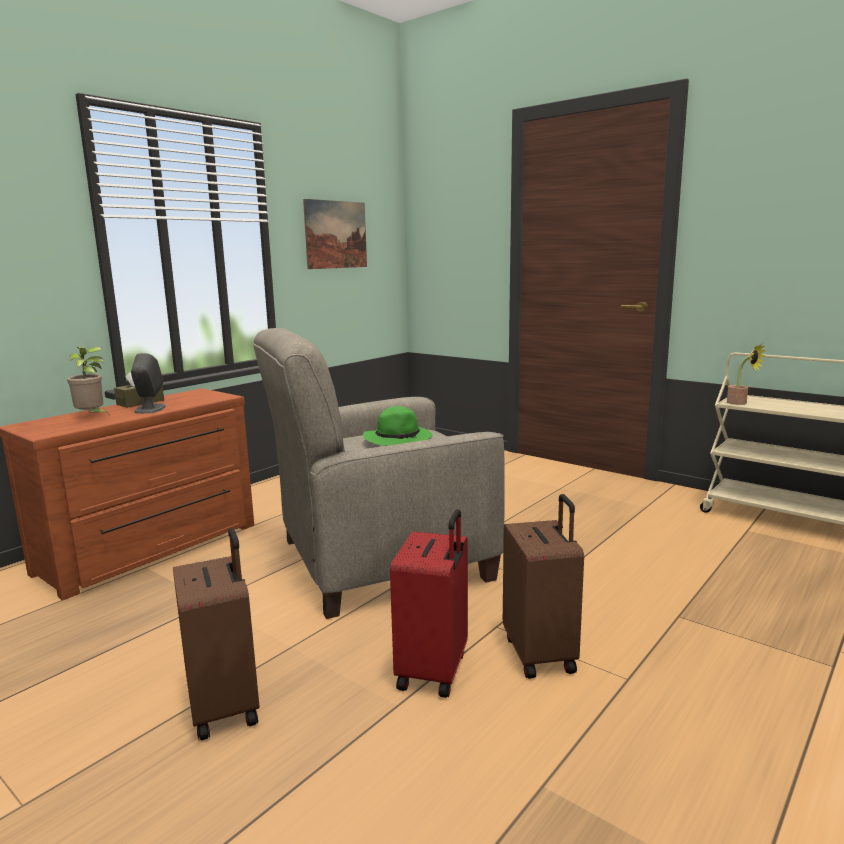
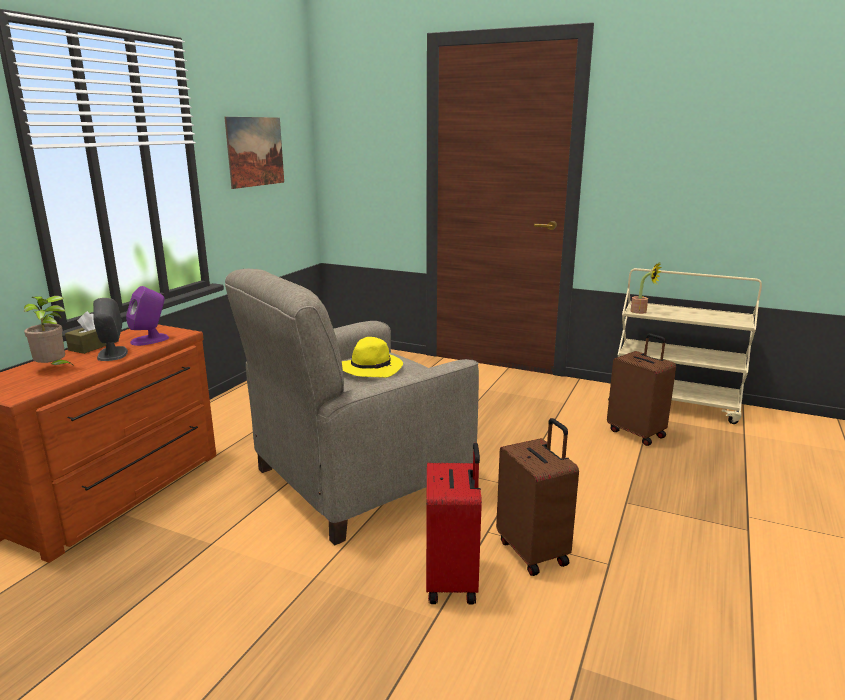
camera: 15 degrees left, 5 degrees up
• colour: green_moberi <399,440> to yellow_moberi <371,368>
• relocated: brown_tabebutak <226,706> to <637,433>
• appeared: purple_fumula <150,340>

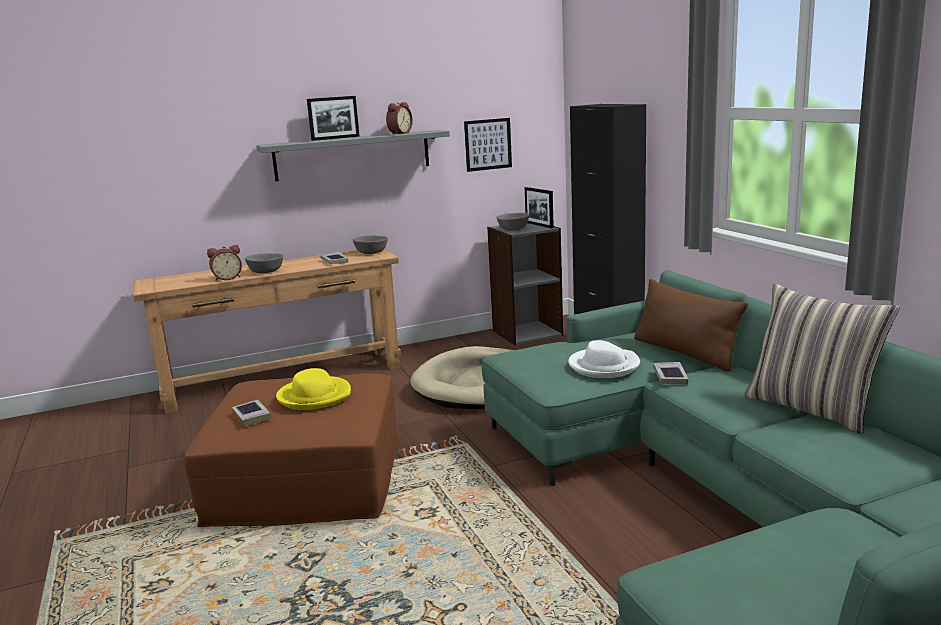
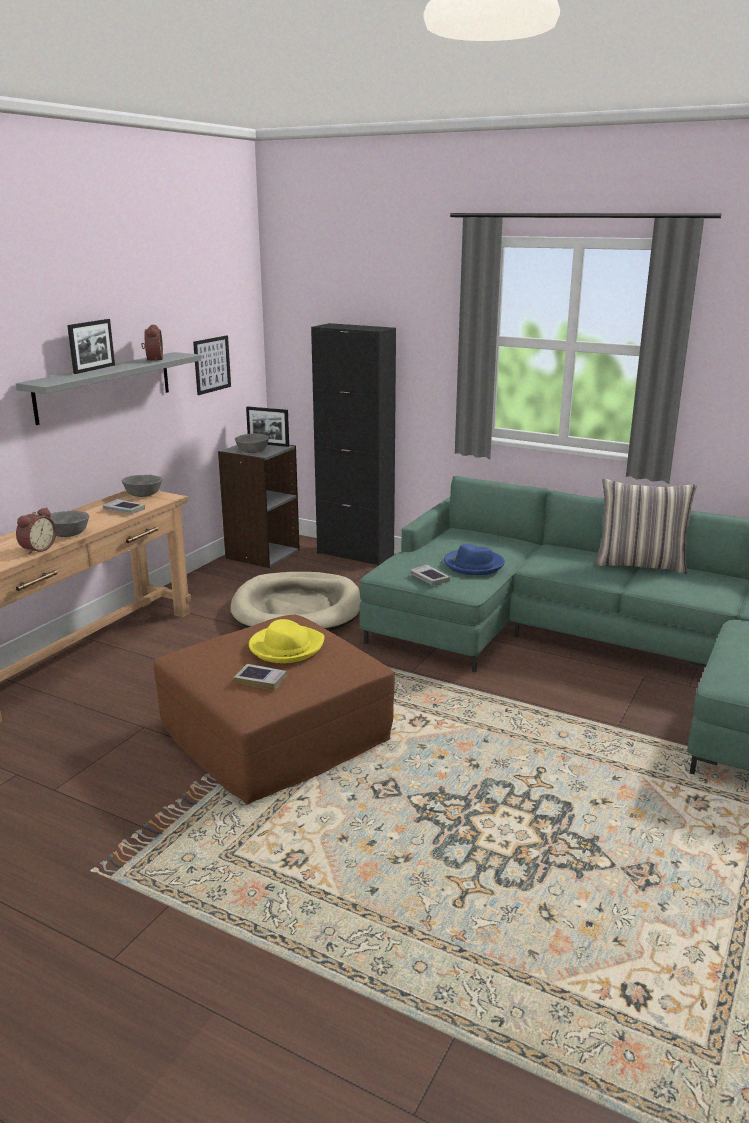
camera: 40 degrees left, 5 degrees up
• missing: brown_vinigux <685,353>
• colour: white_moberi <603,366> to blue_moberi <473,565>
• relocated: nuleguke <670,377> to <429,578>

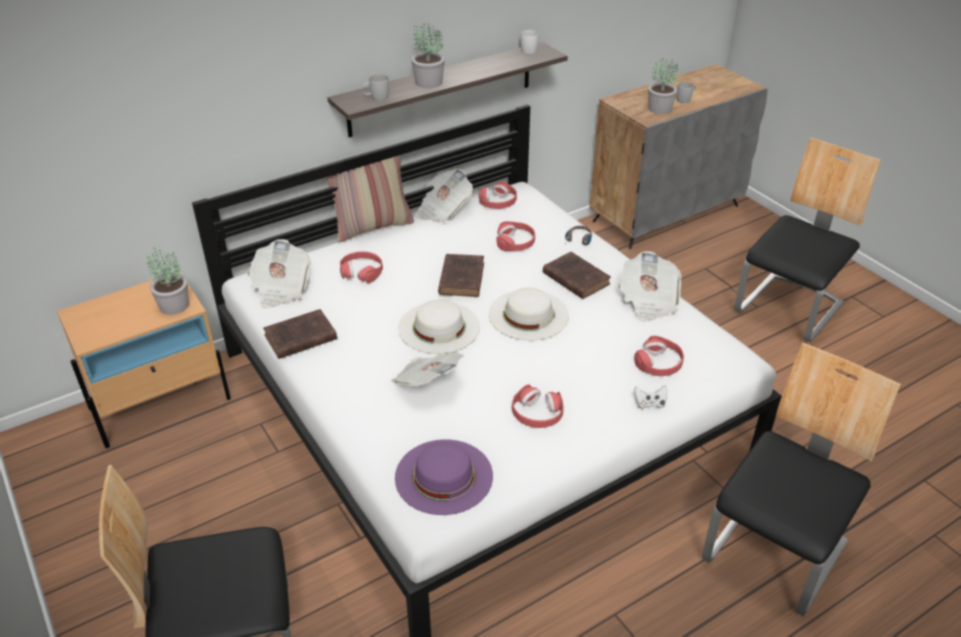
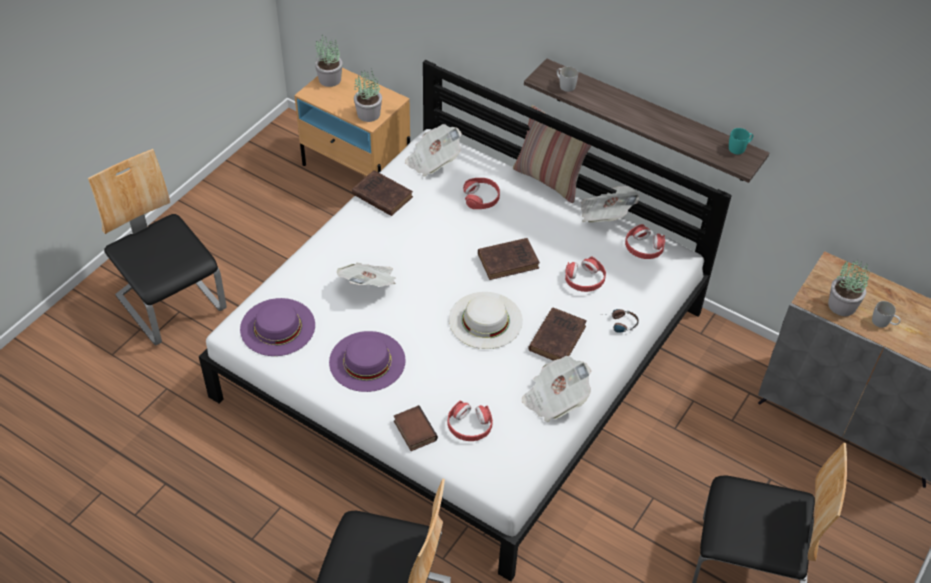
camera: 65 degrees right, 10 degrees up
• relocated: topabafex <428,82> to <329,79>
• colour: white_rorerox <528,50> to turquoise_rorerox <739,148>
• missing: white_moberi <439,327>
• exchanged: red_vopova <537,413> to purple_moberi <367,361>
• exchanged: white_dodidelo <649,404> to nuleguke <413,430>

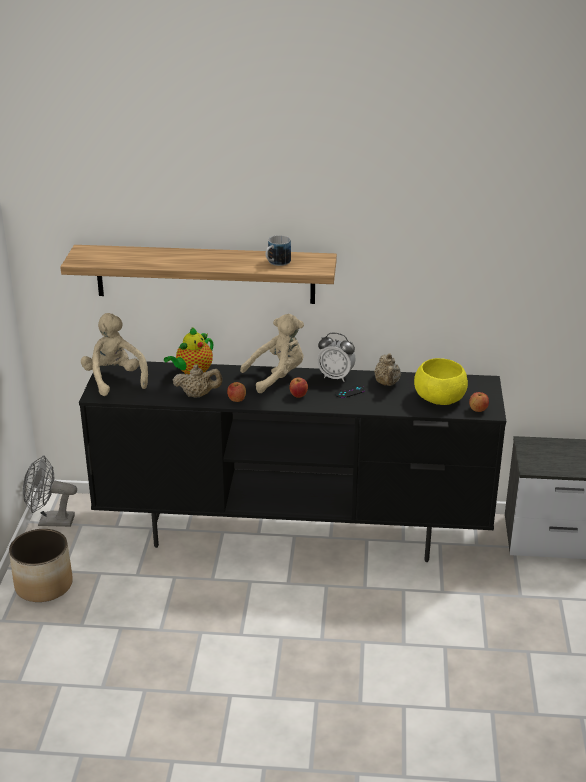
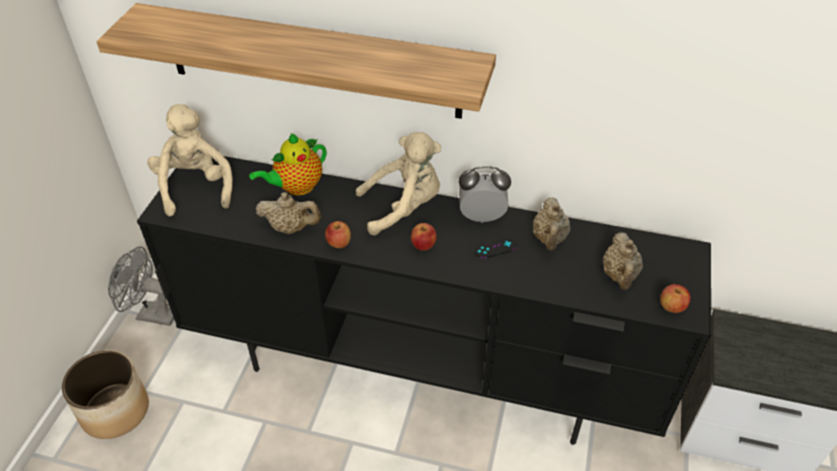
camera: 10 degrees right, 15 degrees up
• missing: rorerox <276,263>
• spun: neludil <336,377> = <481,217> 150 degrees clockwise
• exchanged: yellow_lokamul <440,398> to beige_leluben <619,276>

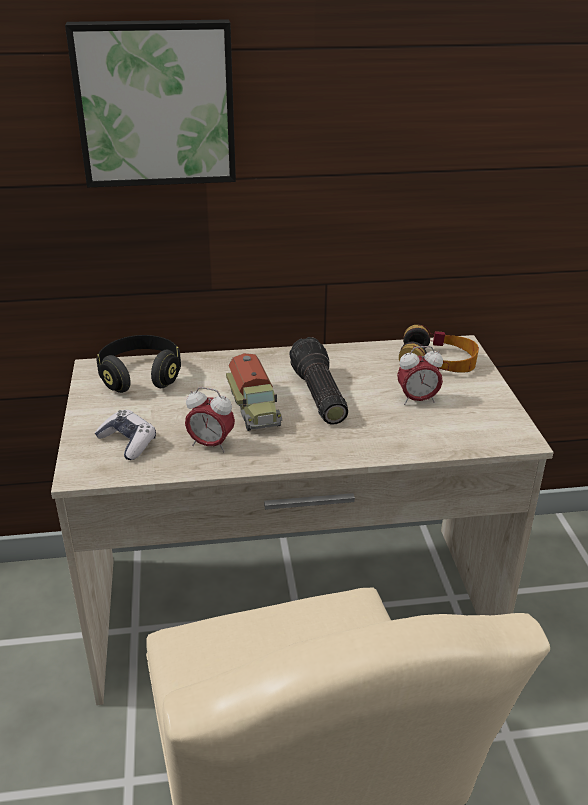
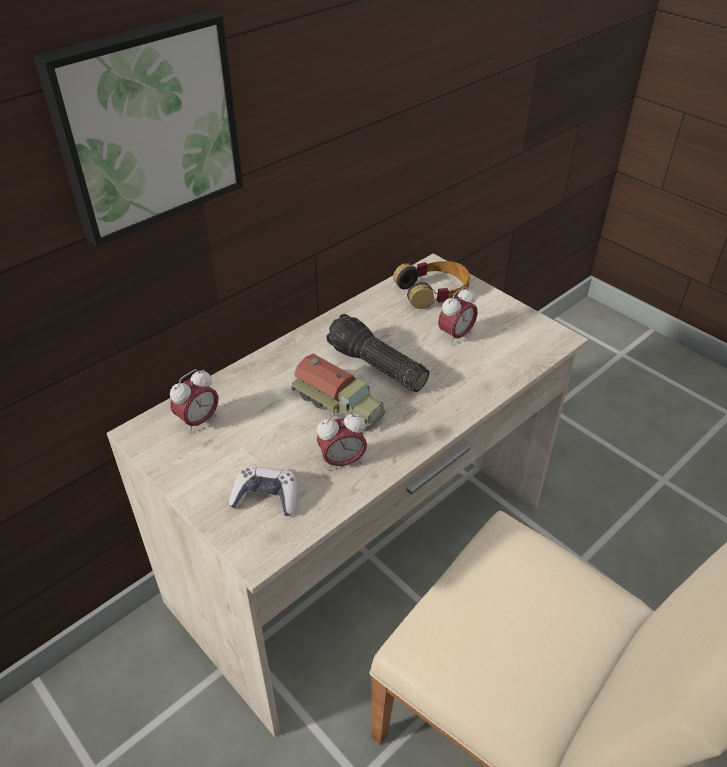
camera: 35 degrees left, 10 degrees up
• exchanged: black_vopova <141,376> to neludil <198,421>

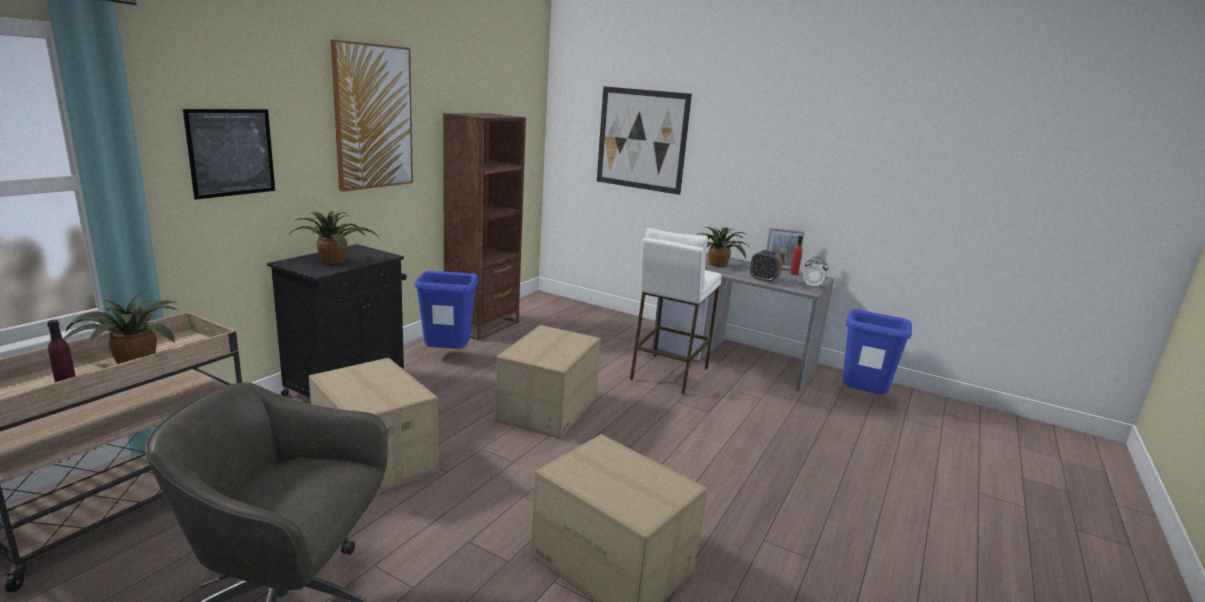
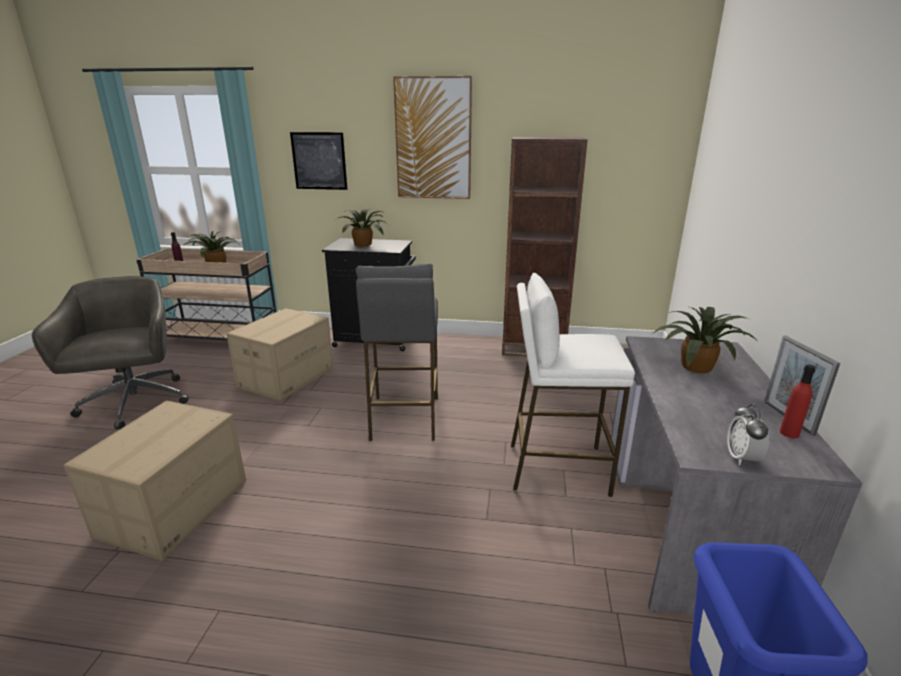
camera: 70 degrees right, 5 degrees up
• missing: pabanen <641,140>
• missing: neludil <763,279>
• missing: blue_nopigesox <448,356>
• exchanged: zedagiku <548,410> to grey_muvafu <404,418>

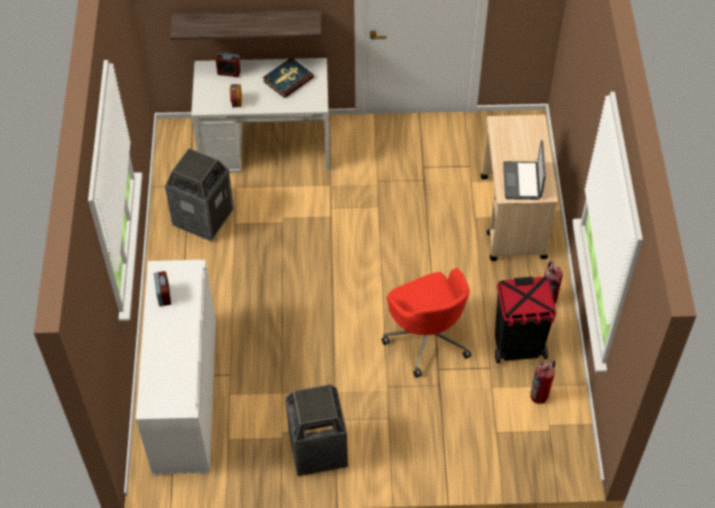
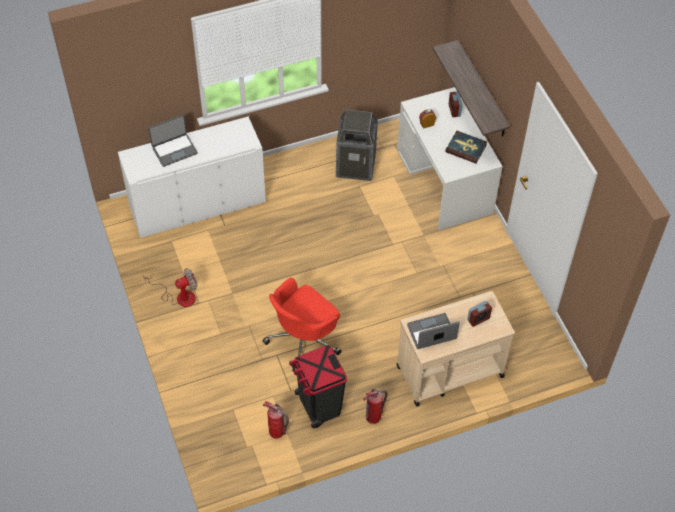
camera: 70 degrees right, 0 degrees up
• relocated: neludil <164,295> to <478,319>
• exchanged: nopigesox <317,450> to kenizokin <179,296>
• appeared: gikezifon <174,150>

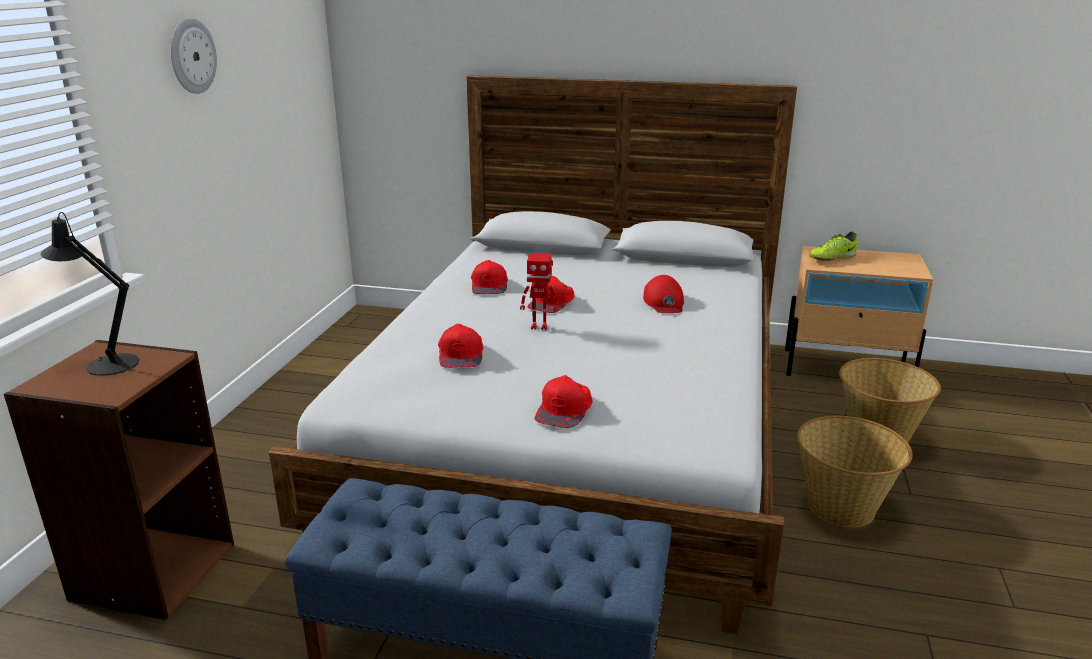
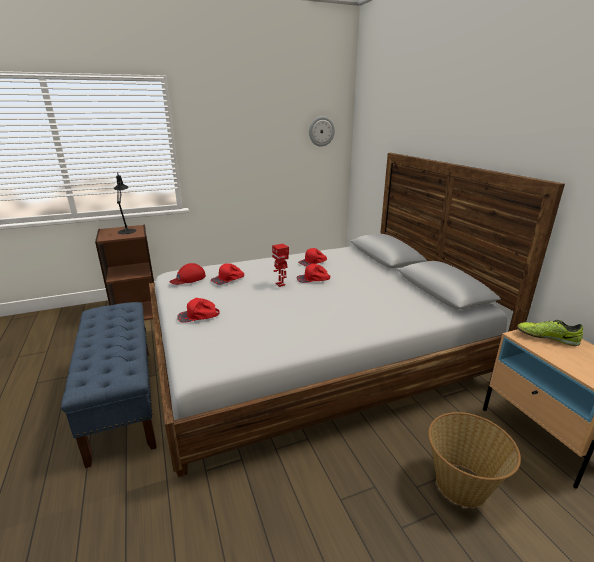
camera: 55 degrees right, 0 degrees up
• relocated: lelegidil <192,56> to <321,131>
• relocated: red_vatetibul <664,302> to <188,278>
• missing: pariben <842,507>

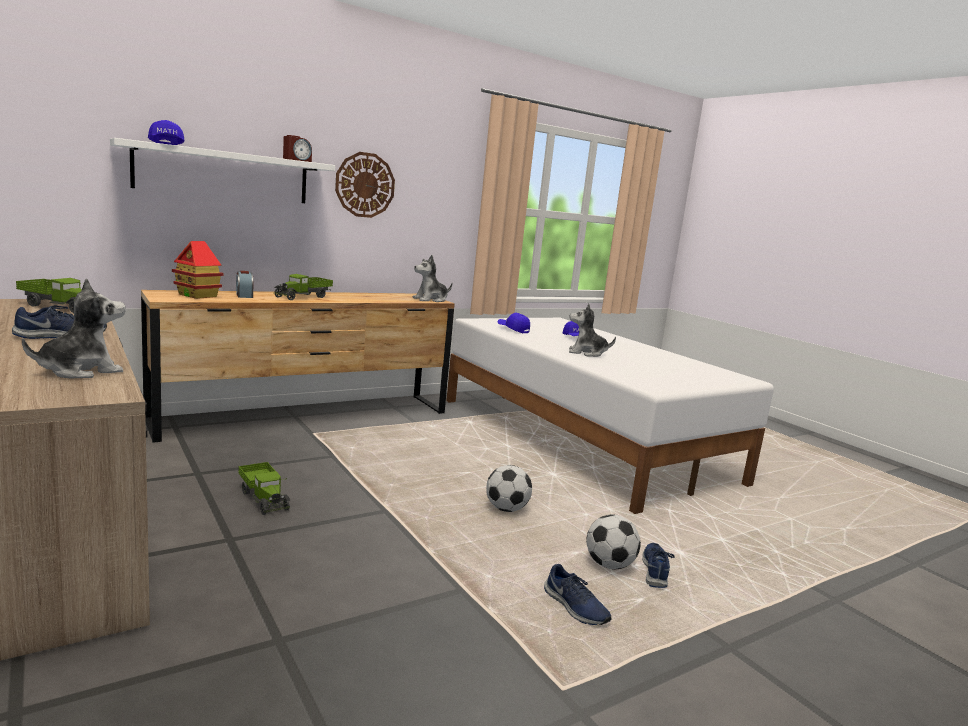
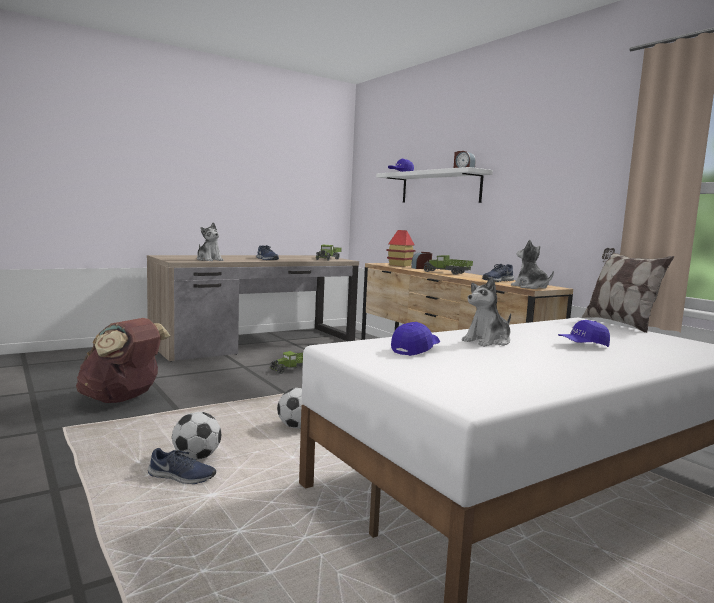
camera: 90 degrees right, 5 degrees down
• missing: lelegidil <365,185>
• spun: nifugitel <586,353> = <488,341> 135 degrees counterclockwise
• relocated: blue_vatetibul <513,330> to <415,350>
• relocated: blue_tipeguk <574,607> to <497,281>
• appeared: vinigux <619,324>
• appeared: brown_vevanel <122,399>

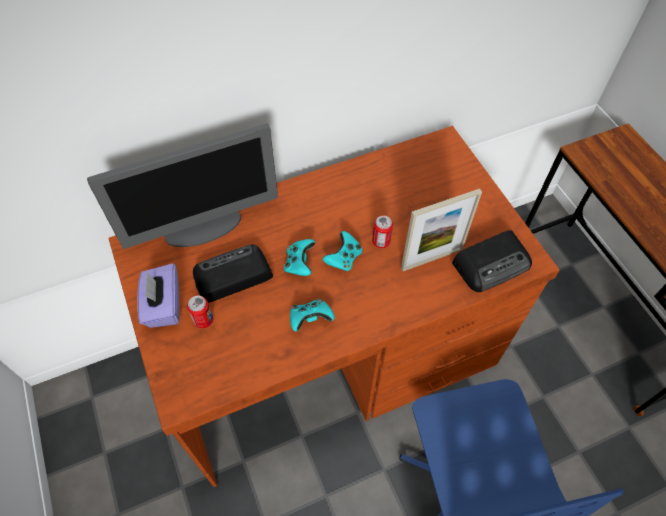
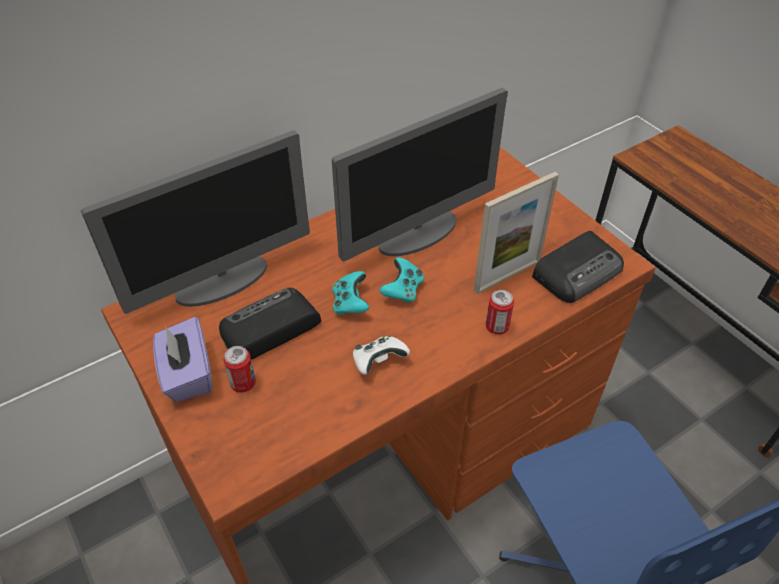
camera: 10 degrees left, 10 degrees down
• relocated: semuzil <381,242> to <497,327>
• colour: turquoise_dodidelo <310,319> to white_dodidelo <378,362>
• appeared: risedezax <418,233>

